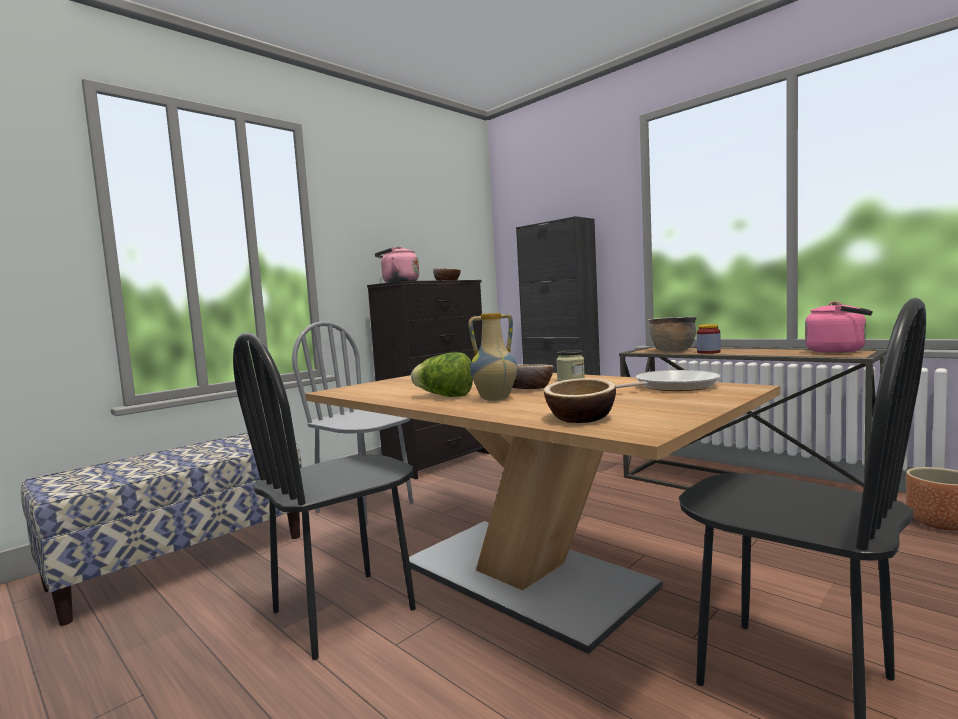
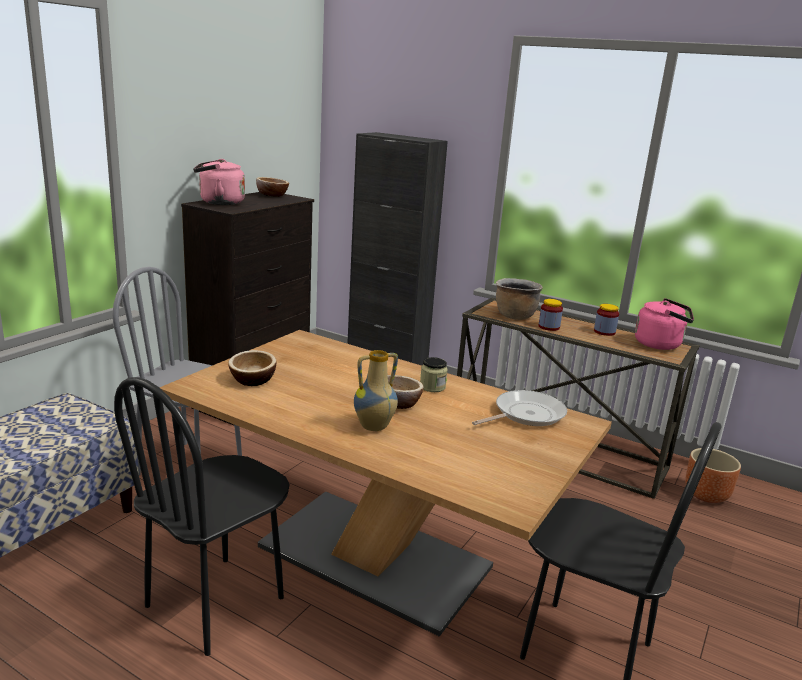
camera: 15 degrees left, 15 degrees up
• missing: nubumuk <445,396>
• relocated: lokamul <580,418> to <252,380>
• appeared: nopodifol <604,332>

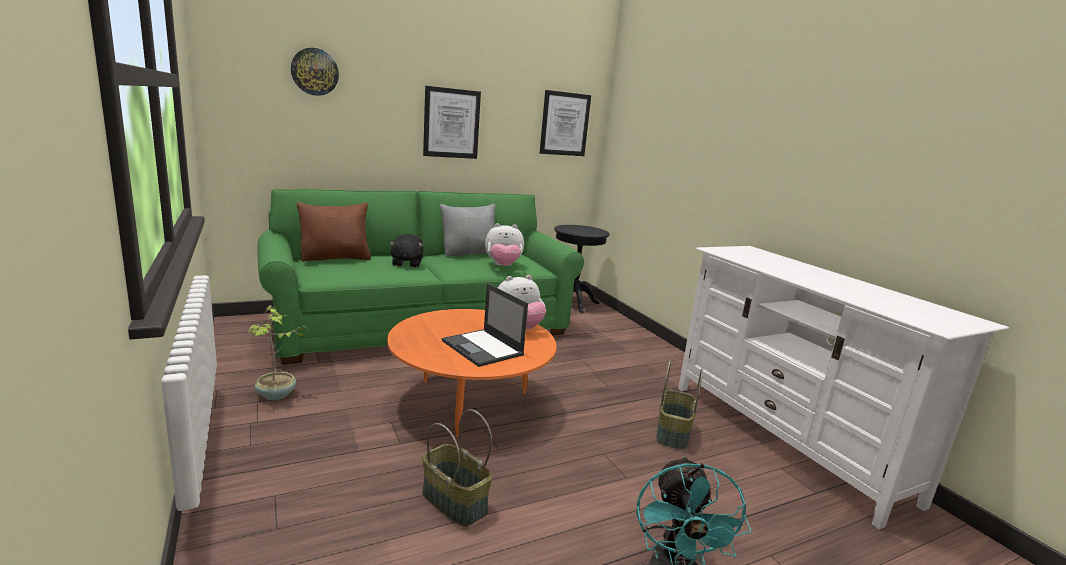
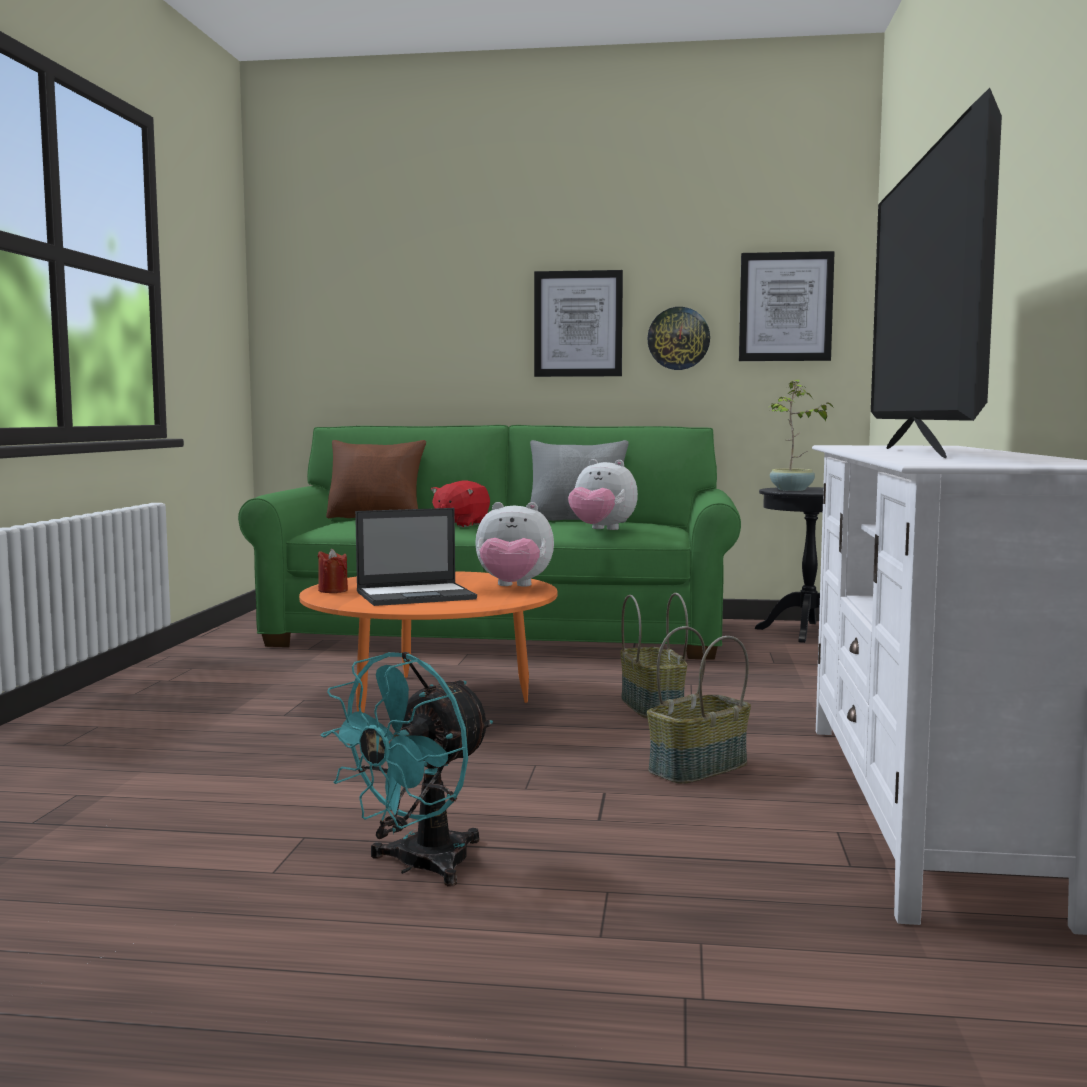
camera: 35 degrees right, 10 degrees down
• relocated: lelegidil <314,72> to <678,338>
• colour: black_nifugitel <406,263> to red_nifugitel <460,524>
• spun: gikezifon <483,348> = <417,595> 105 degrees counterclockwise
• relocated: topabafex <276,395> to <792,490>
• relocated: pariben <453,502> to <650,707>
• appeared: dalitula <917,453>
• appeared: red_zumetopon <333,590>

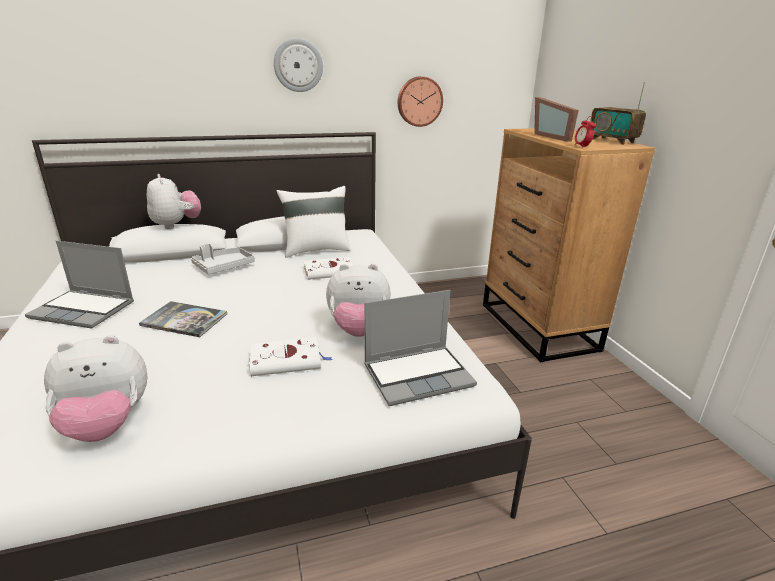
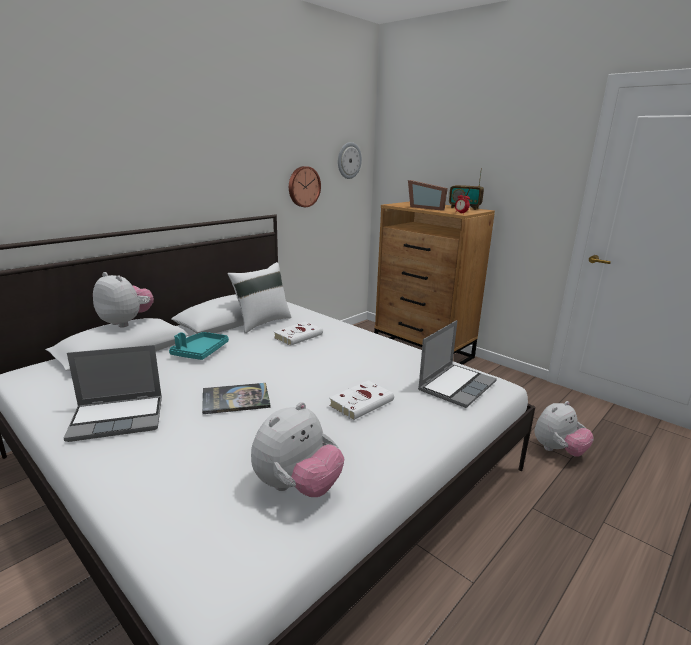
camera: 30 degrees left, 5 degrees down
• relocated: lelegidil <298,65> to <348,160>
• colour: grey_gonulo <223,267> to turquoise_gonulo <200,352>
• relocated: nifugitel <358,330> to <558,450>

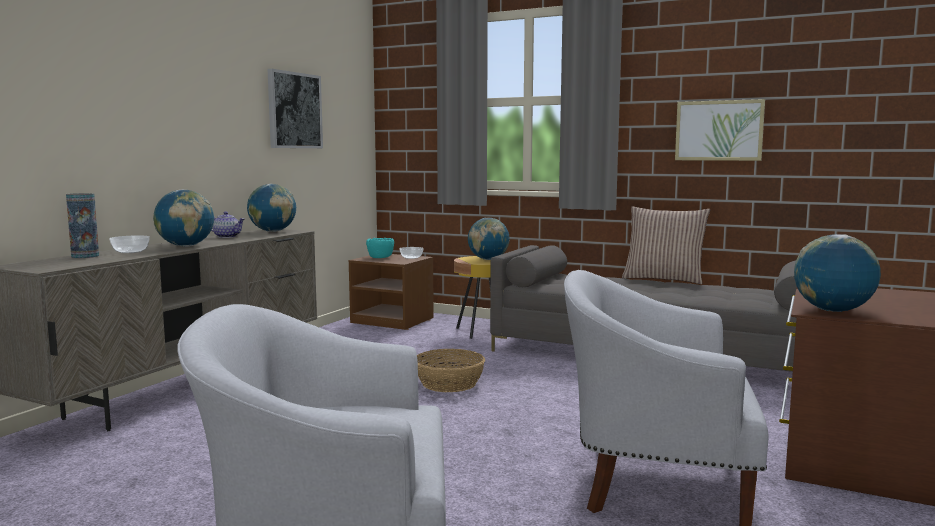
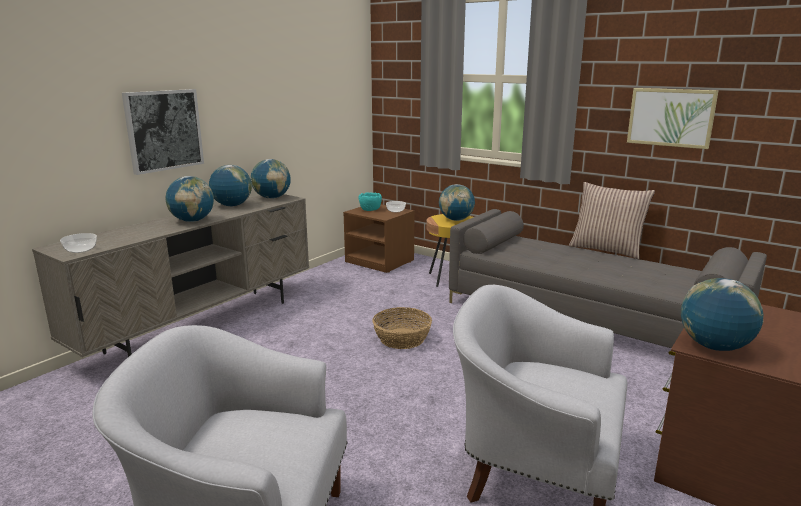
camera: 10 degrees right, 10 degrees up
• relocated: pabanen <294,110> to <164,130>
• missing: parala <85,256>
• exchanged: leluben <227,236> to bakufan <232,206>
• relocated: lokamul <130,251> to <80,250>

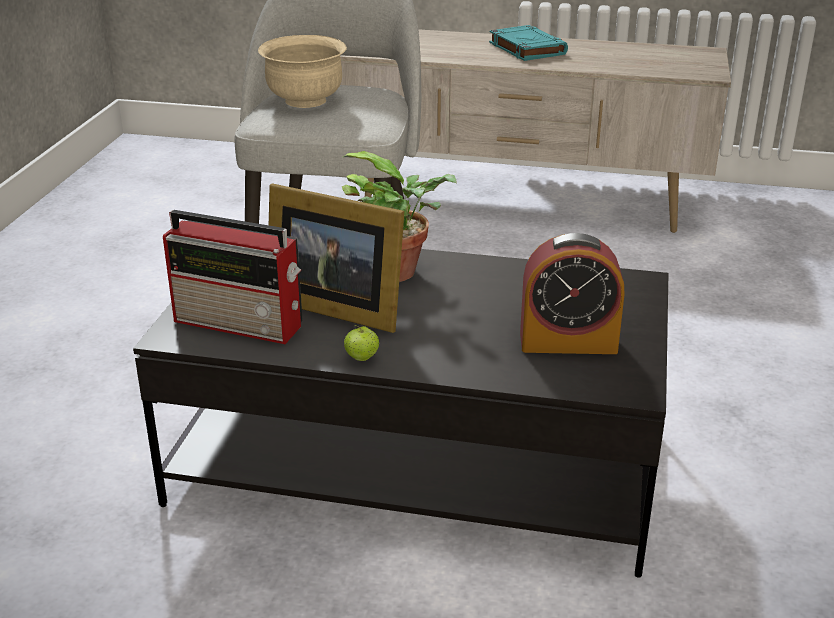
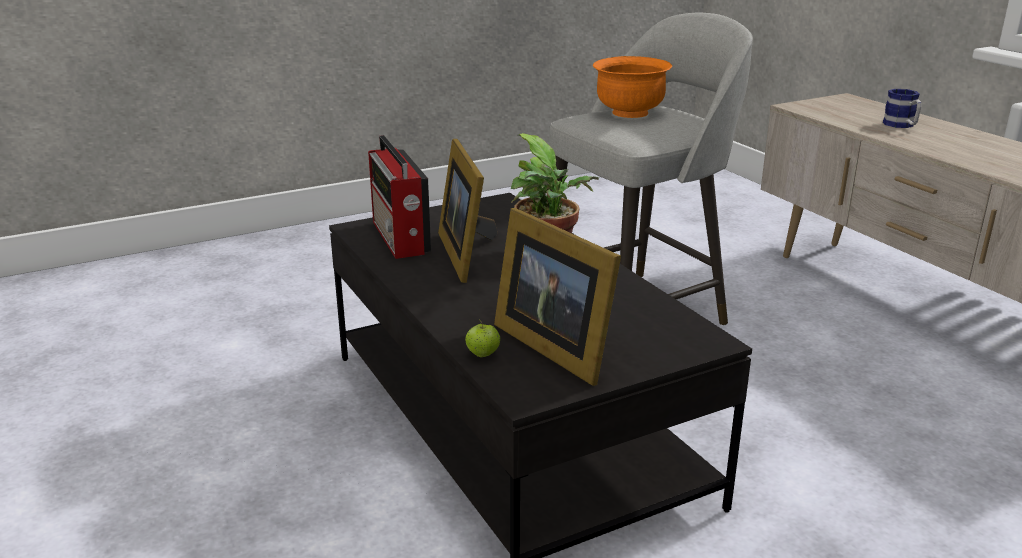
camera: 50 degrees right, 5 degrees down
• missing: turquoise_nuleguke <526,48>
• colour: beige_lokamul <305,101> to orange_lokamul <629,113>
• exchanged: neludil <568,342> to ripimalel <554,345>
• relocated: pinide <362,358> to <483,355>
• appeared: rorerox <902,125>

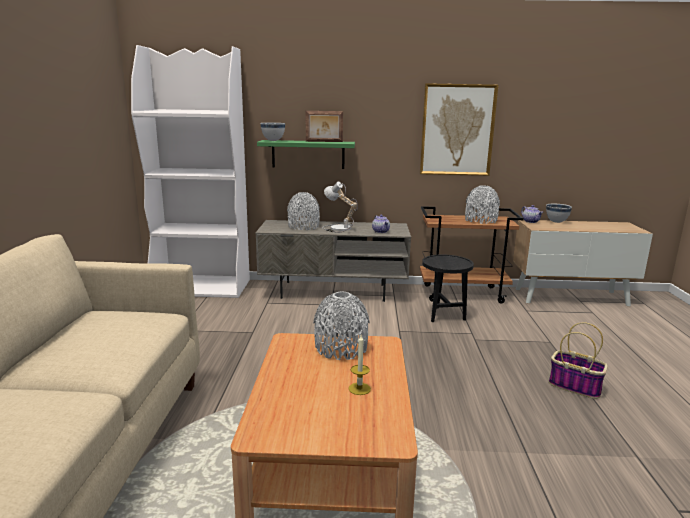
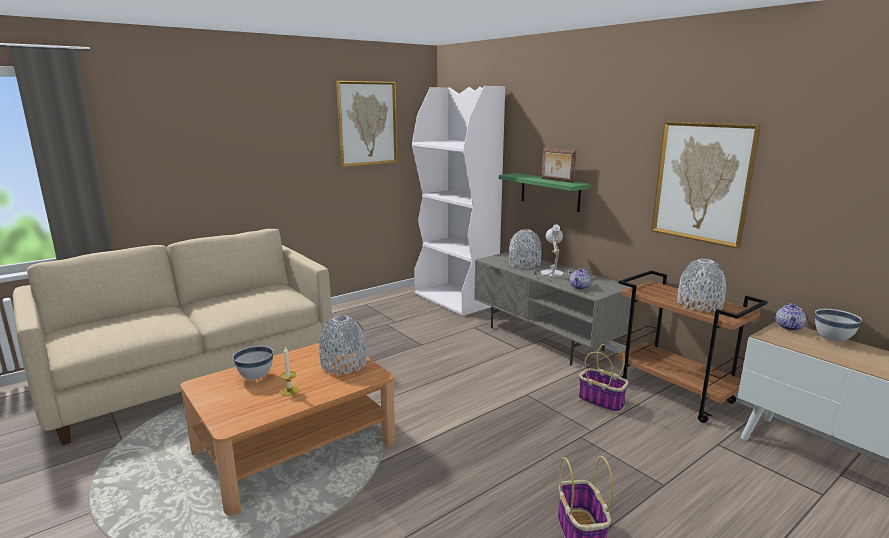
camera: 50 degrees right, 0 degrees up
• relocated: white_lokamul <273,141> to <256,377>
• exchanged: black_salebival <443,315> to pariben <602,402>
• appeared: pabanen <367,123>

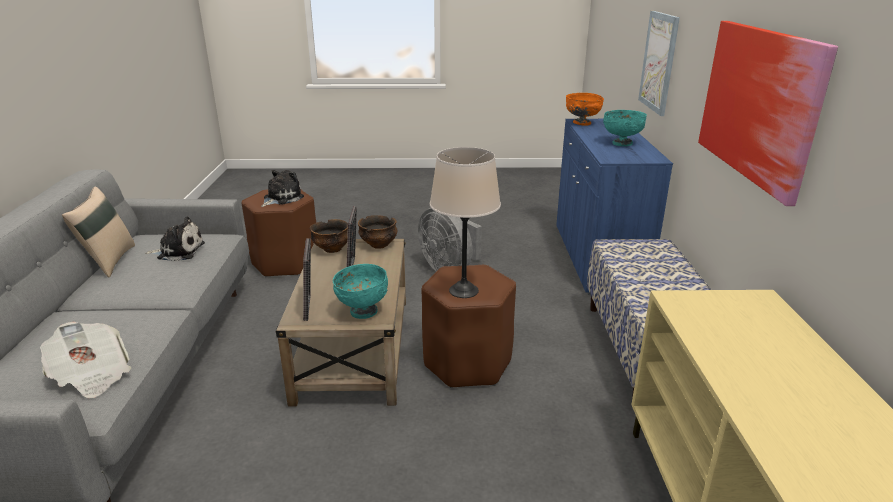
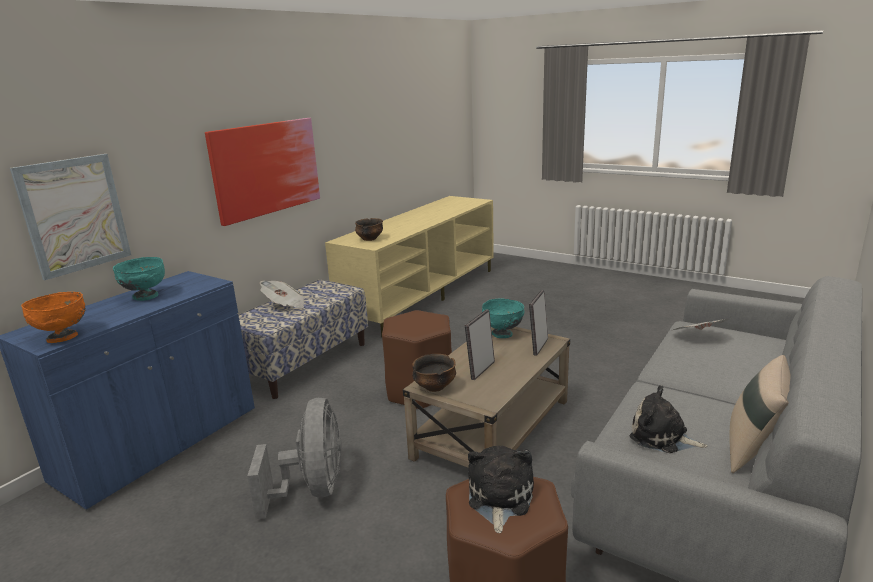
camera: 145 degrees left, 5 degrees down
• missing: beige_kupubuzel <463,290>
• spun: nifugitel <281,198> = <499,498> 120 degrees clockwise
• relocated: lokamul <332,249> to <369,239>
• appeared: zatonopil <285,305>

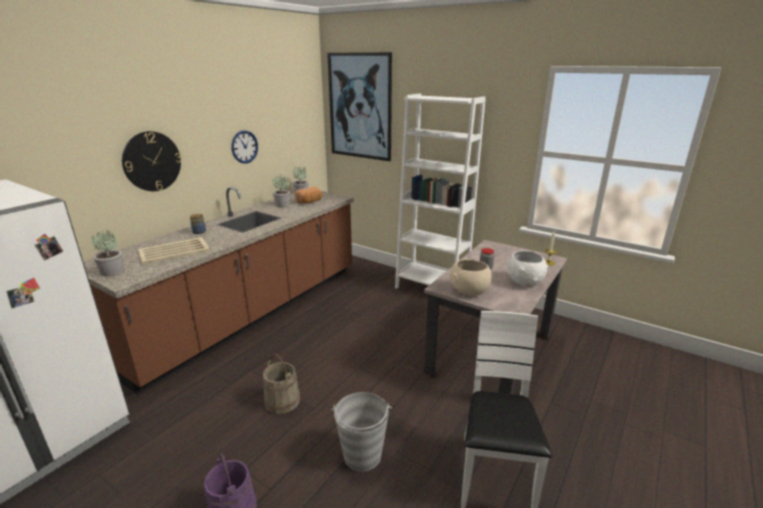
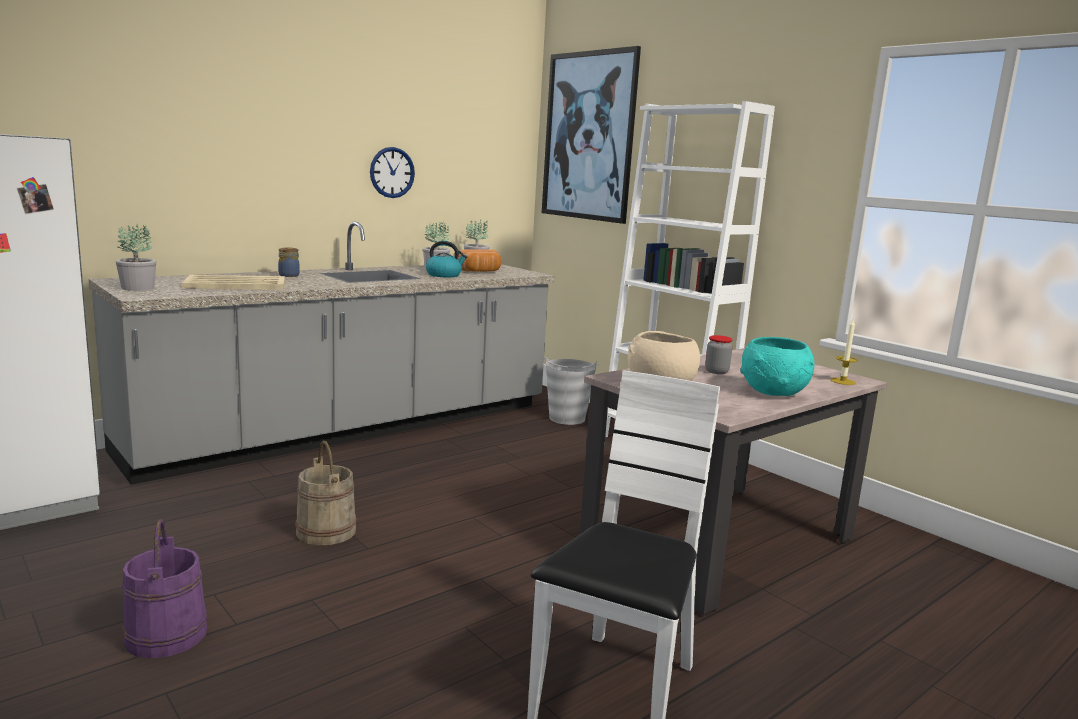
camera: 15 degrees right, 10 degrees down
• missing: lelegidil <152,161>
• colour: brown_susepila <251,312> to grey_susepila <350,428>
• colour: white_lokamul <525,282> to turquoise_lokamul <774,393>
• relocated: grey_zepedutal <362,456> to <566,418>
• appeared: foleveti <444,275>

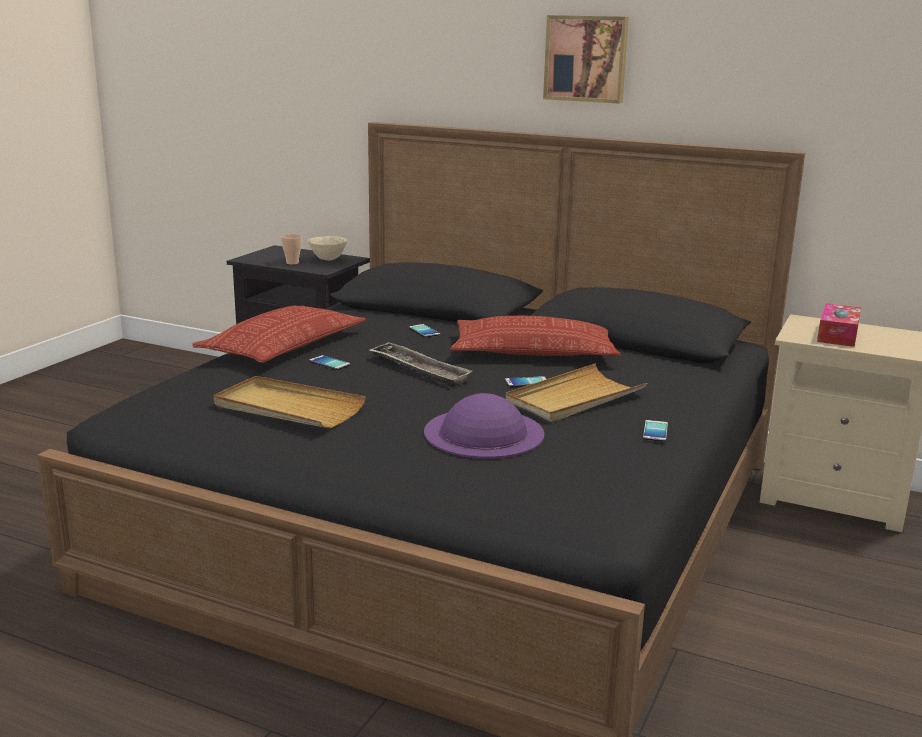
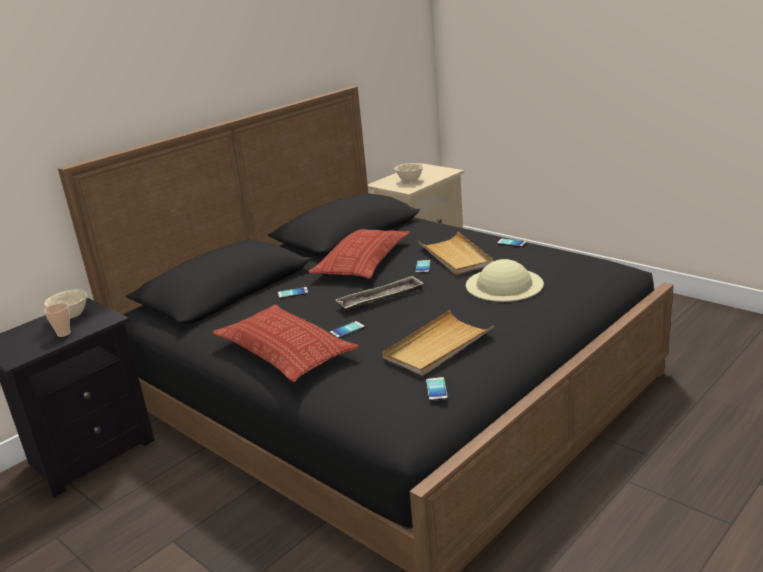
camera: 70 degrees left, 5 degrees up
• missing: pabanen <586,58>
• exchanged: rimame <837,335> to beige_lokamul <409,181>
• colour: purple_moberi <484,433> to beige_moberi <504,284>
• appeared: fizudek <436,389>

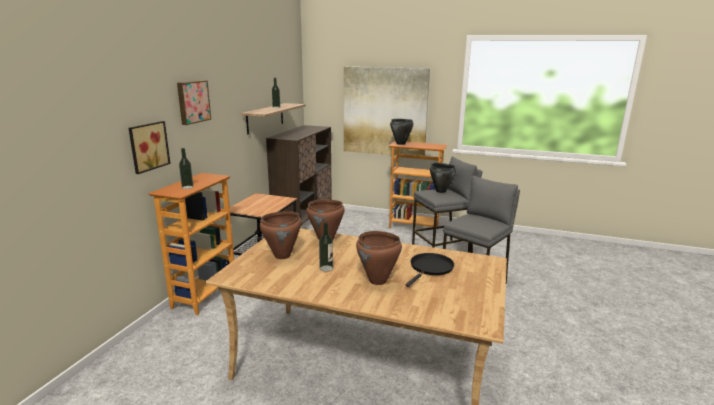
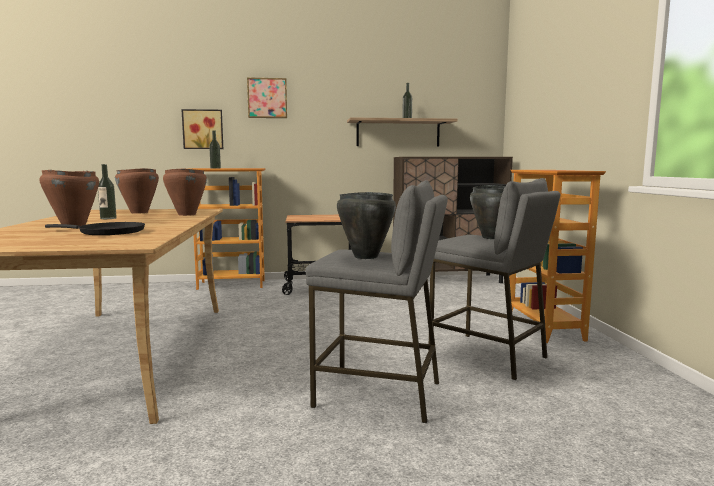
camera: 65 degrees right, 10 degrees down
• missing: pabanen <384,111>
• relocated: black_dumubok <401,144> to <365,257>

